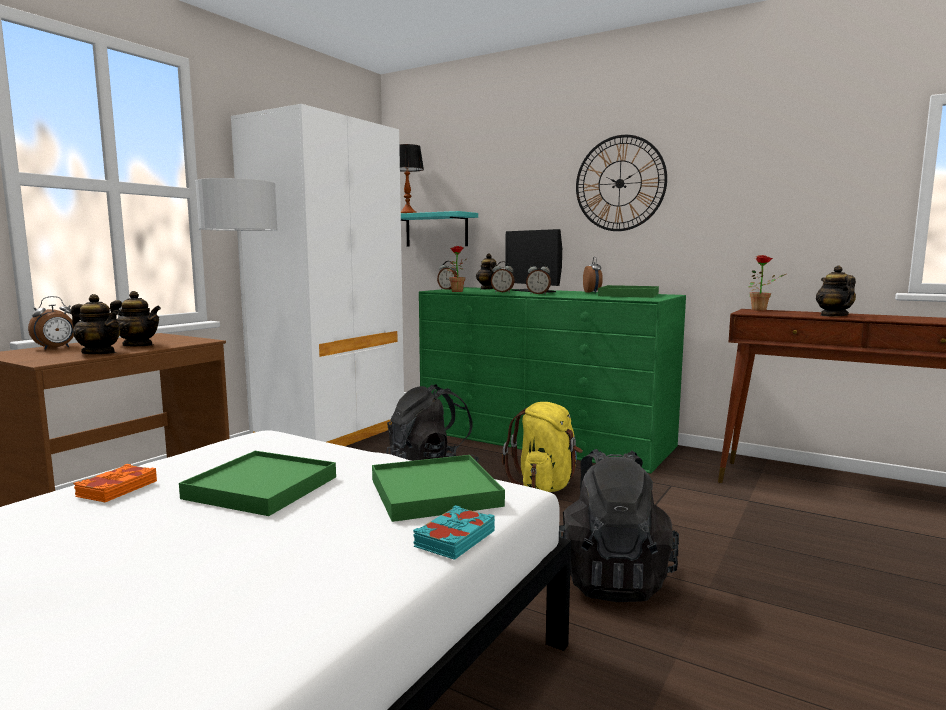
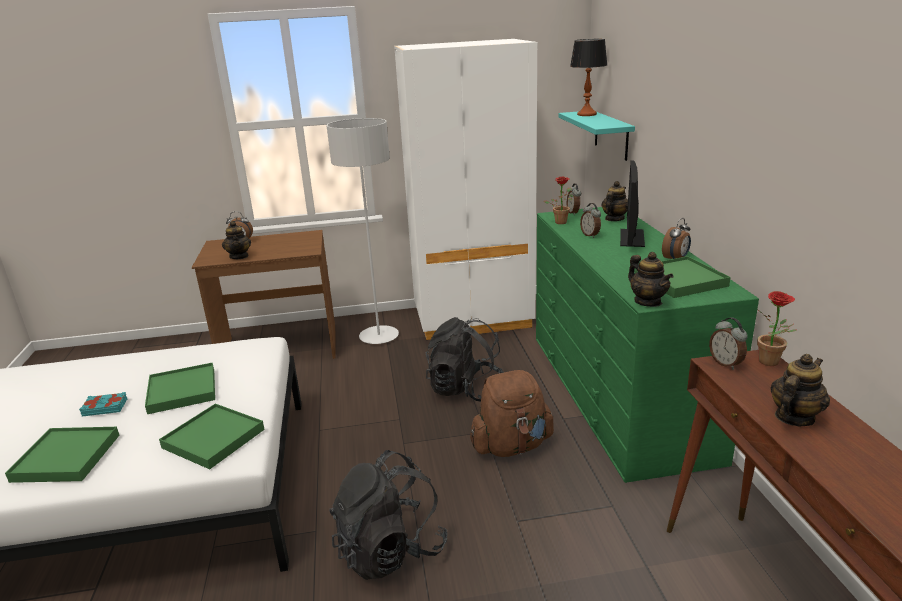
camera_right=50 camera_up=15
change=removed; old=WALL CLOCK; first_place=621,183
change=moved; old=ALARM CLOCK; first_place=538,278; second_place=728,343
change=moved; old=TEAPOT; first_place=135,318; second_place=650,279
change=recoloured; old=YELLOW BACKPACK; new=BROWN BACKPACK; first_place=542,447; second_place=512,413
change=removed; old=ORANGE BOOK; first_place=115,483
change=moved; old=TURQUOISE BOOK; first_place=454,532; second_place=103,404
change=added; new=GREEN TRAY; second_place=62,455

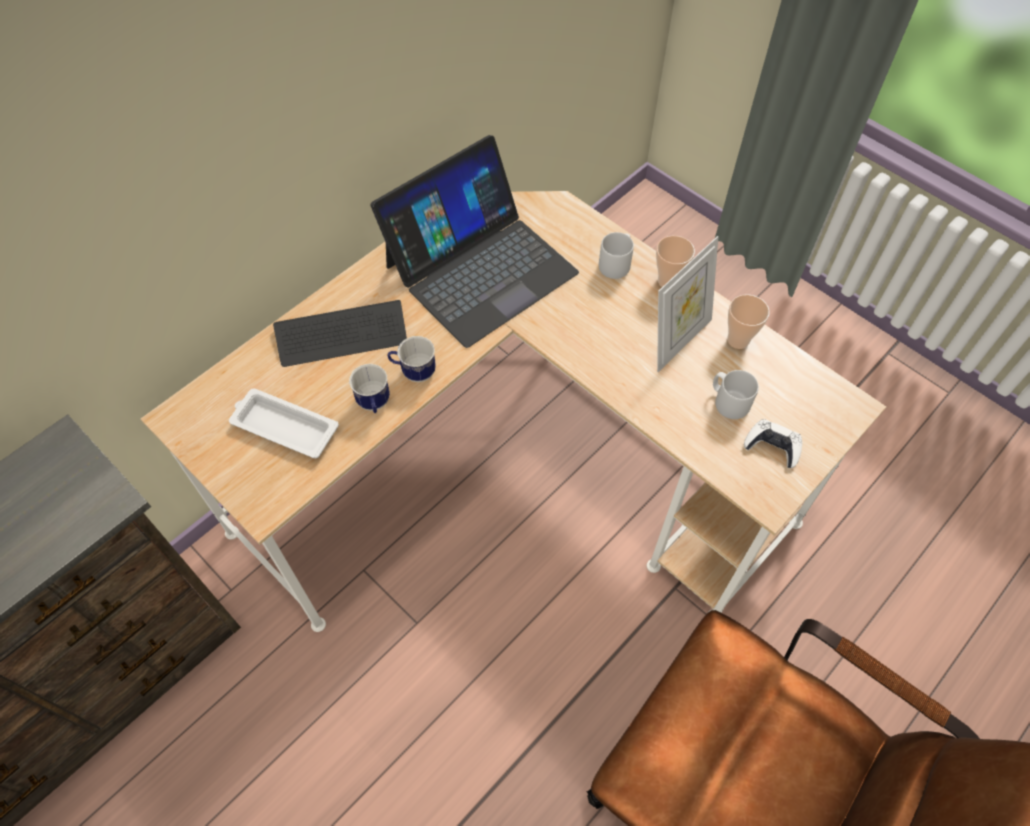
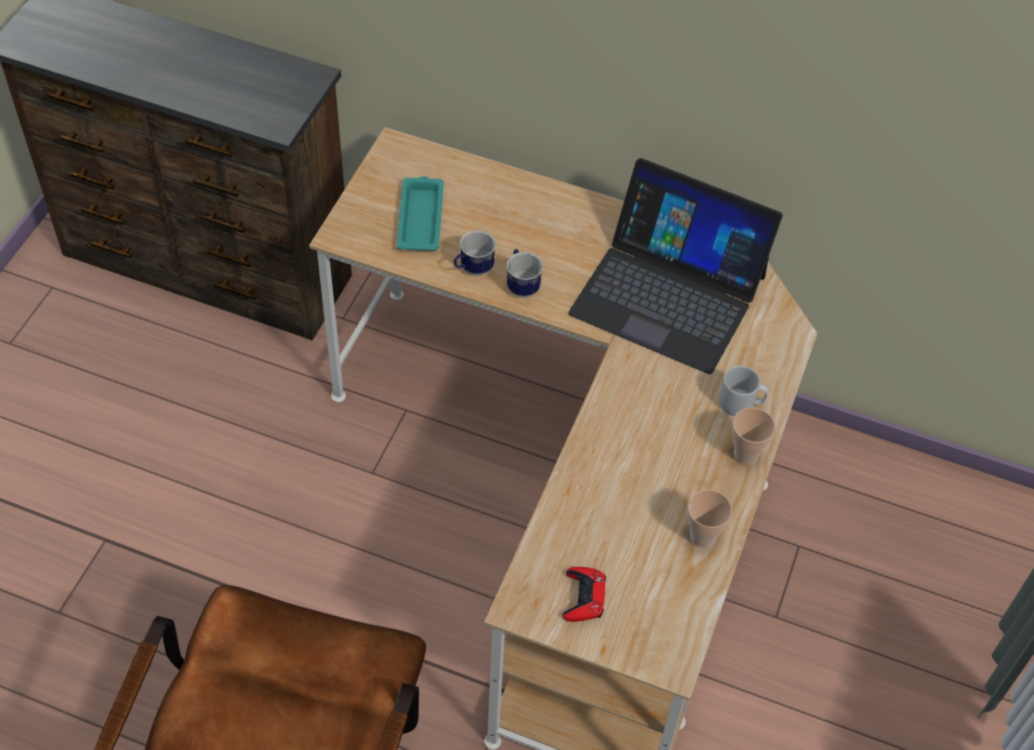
camera_right=65 camera_up=-5
change=removed; old=PICTURE FRAME; first_place=688,304
change=removed; old=KEYBOARD; first_place=340,333
change=removed; old=GREY MUG; first_place=736,394
change=recoloured; old=WHITE TRAY; new=TURQUOISE TRAY; first_place=284,423; second_place=420,213
change=recoloured; old=WHITE GAME CONTROLLER; new=RED GAME CONTROLLER; first_place=773,443; second_place=584,594

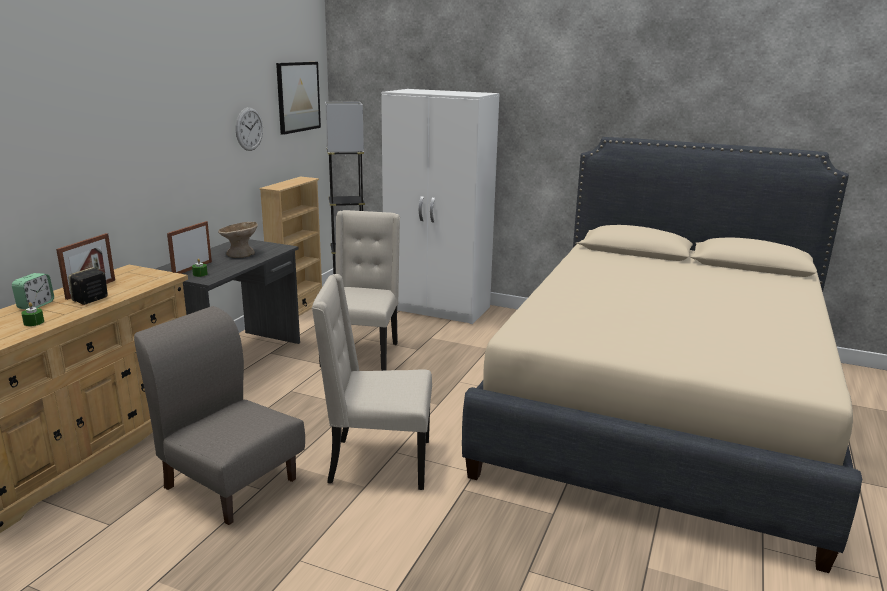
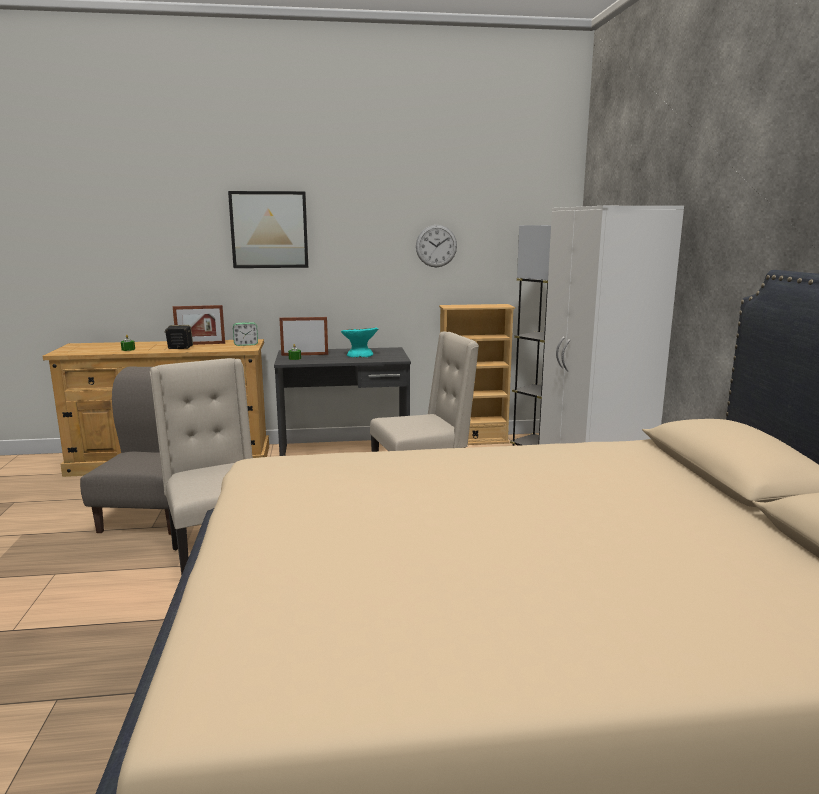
camera_right=60 camera_up=-5
change=moved; old=PICTURE; first_place=298,98; second_place=268,229
change=recoloured; old=BEIGE BOWL; new=TURQUOISE BOWL; first_place=238,240; second_place=359,343
change=moved; old=ALARM CLOCK; first_place=33,291; second_place=245,334

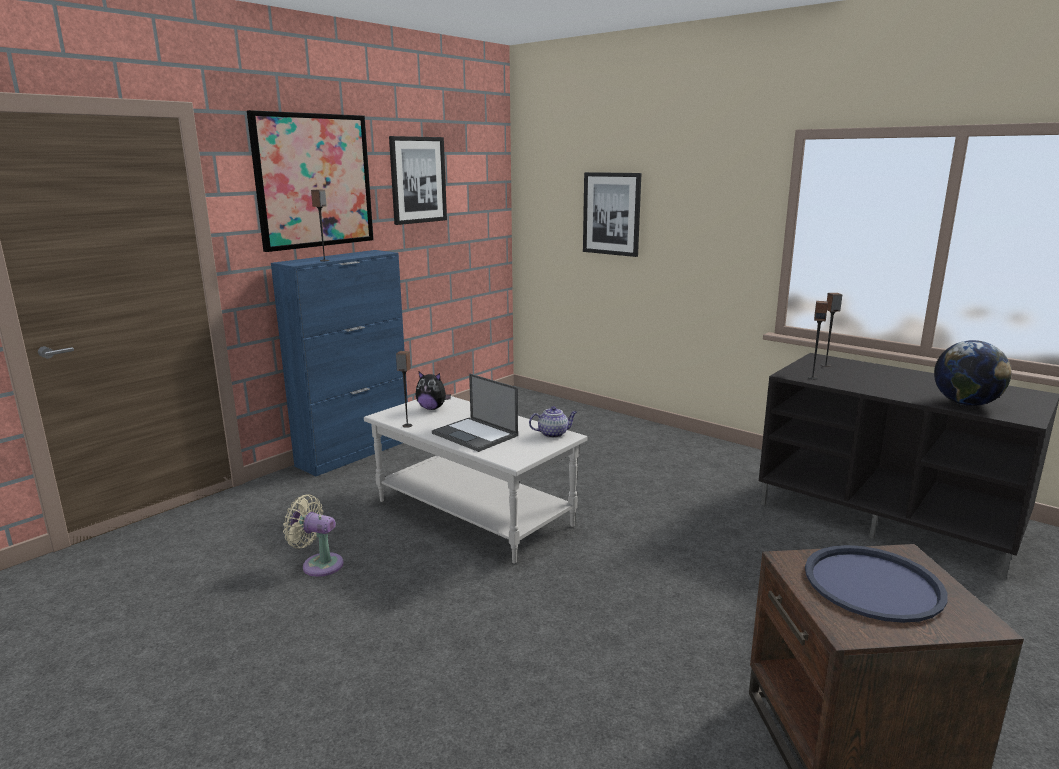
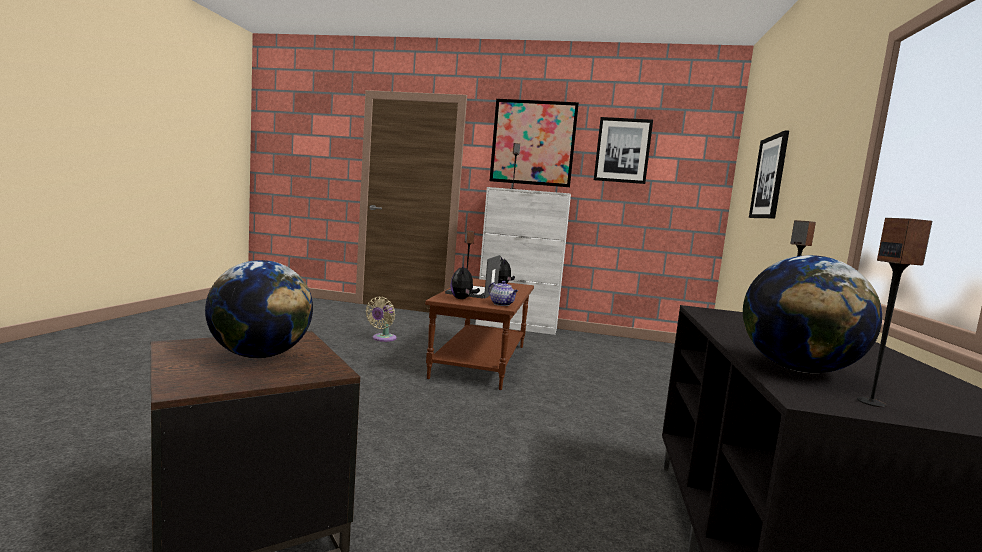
camera_right=60 camera_up=-10
change=recoloured; old=BLUE CABINET; new=WHITE CABINET; first_place=339,363; second_place=523,261
change=moved; old=SPEAKER; first_place=817,340; second_place=894,312
change=recoloured; old=WHITE COFFEE TABLE; new=BROWN COFFEE TABLE; first_place=476,480; second_place=479,334
change=turned; old=BEIGE FAN; first_place=313,535; second_place=381,319; degrees=-150
change=replaced; old=BLUE TRAY; new=GLOBE; first_place=876,584; second_place=259,309
change=added; new=PLUSH TOY; second_place=465,282

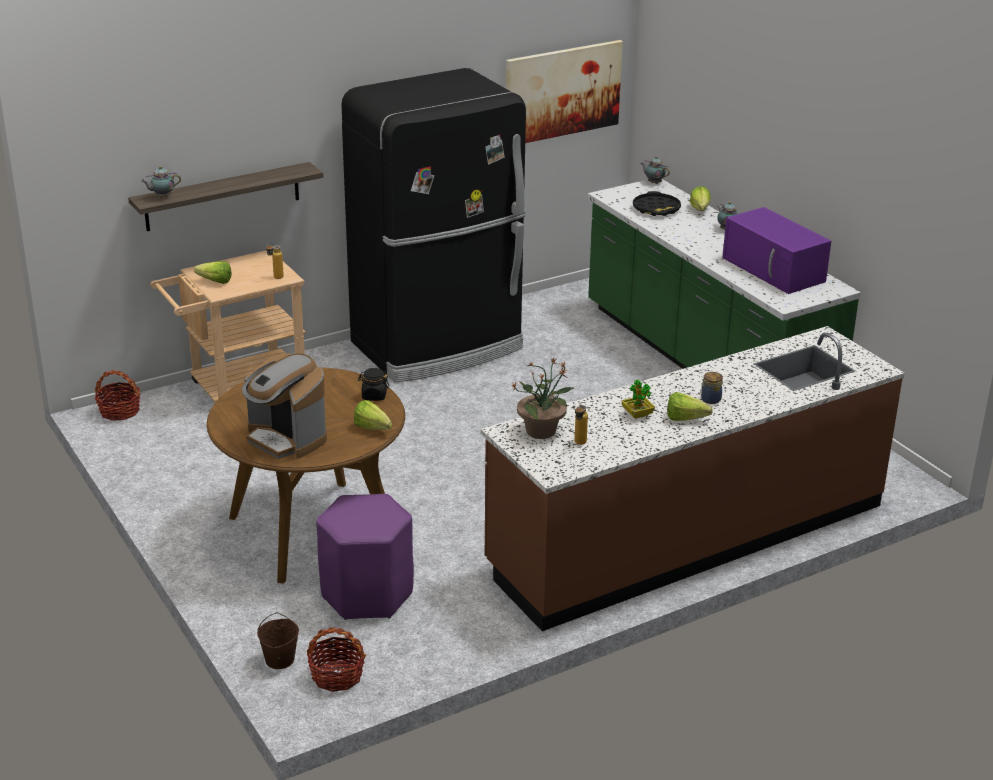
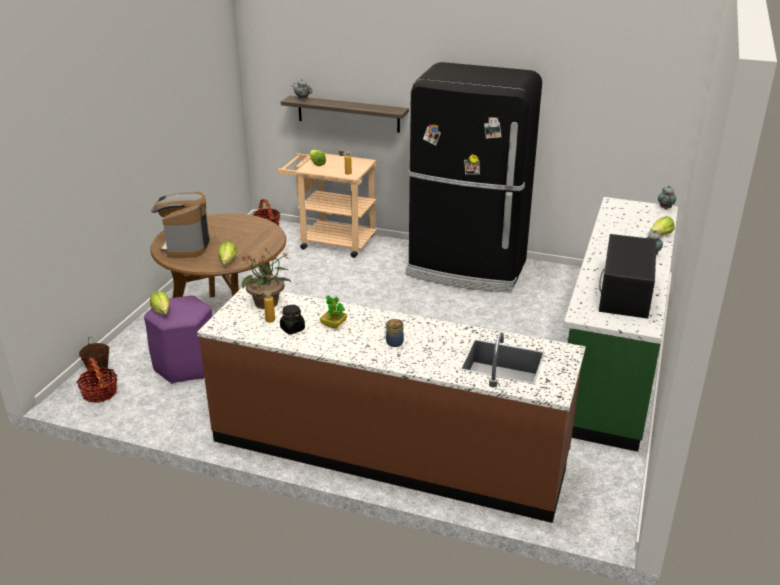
camera_right=50 camera_up=0
change=removed; old=PICTURE; first_place=564,91
change=removed; old=BLACK TRAY; first_place=657,203
change=recoloured; old=PURPLE MICROWAVE; new=BLACK MICROWAVE; first_place=776,250; second_place=628,276
change=moved; old=BLACK JAR; first_place=373,384; second_place=292,319
change=moved; old=LETTUCE; first_place=690,406; second_place=160,303

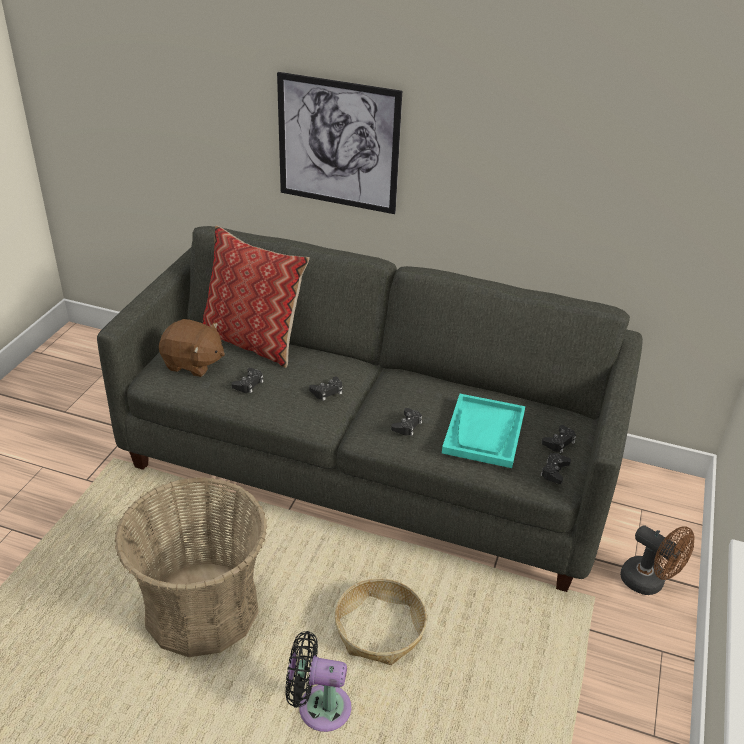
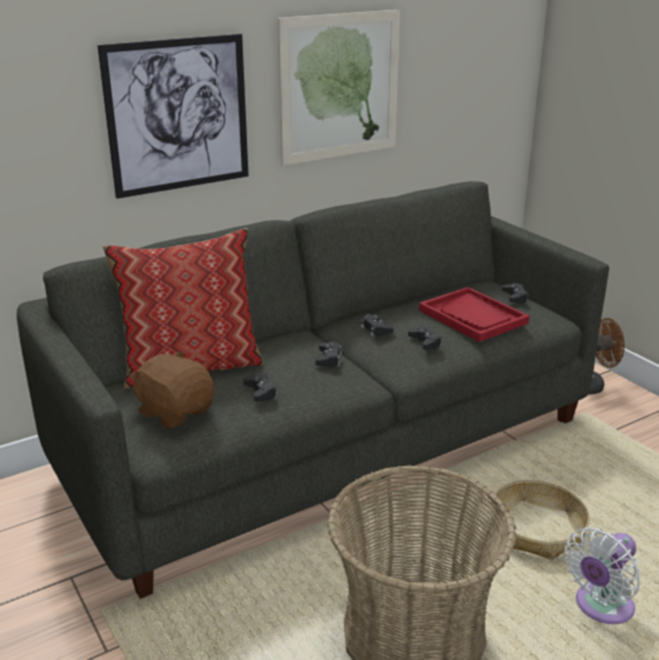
camera_right=-50 camera_up=-10
change=turned; old=BROWN PLUSH TOY; first_place=192,348; second_place=171,389; degrees=-105
change=recoloured; old=TURQUOISE TRAY; new=RED TRAY; first_place=483,431; second_place=474,314
change=moved; old=BLACK GAME CONTROLLER; first_place=555,468; second_place=377,325
change=recoloured; old=BLACK FAN; new=WHITE FAN; first_place=318,681; second_place=602,575
change=added; new=PICTURE; second_place=339,87

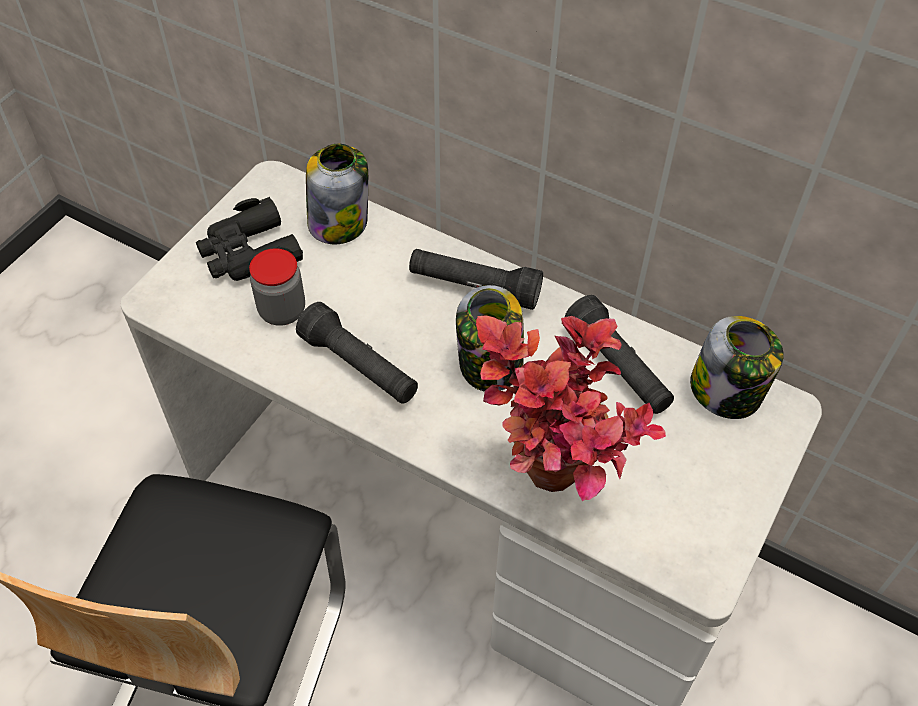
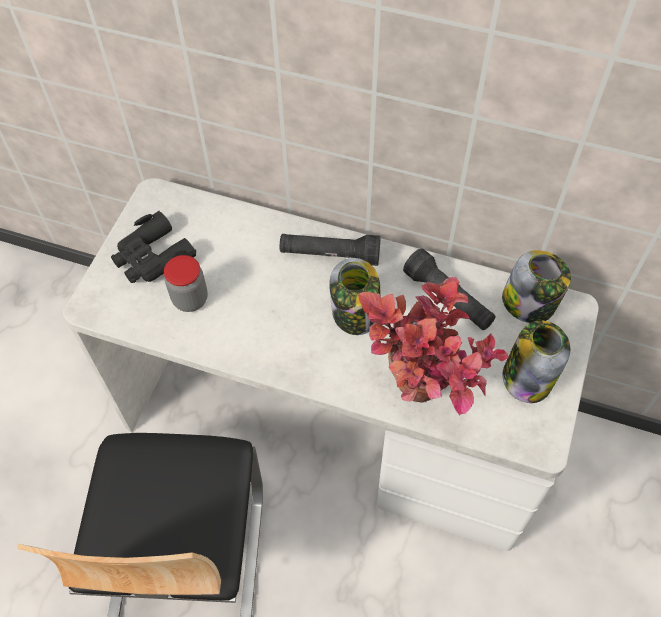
camera_right=-10 camera_up=5
change=moved; old=JAR; first_place=337,194; second_place=536,361
change=removed; old=BLACK FLASHLIGHT; first_place=357,353

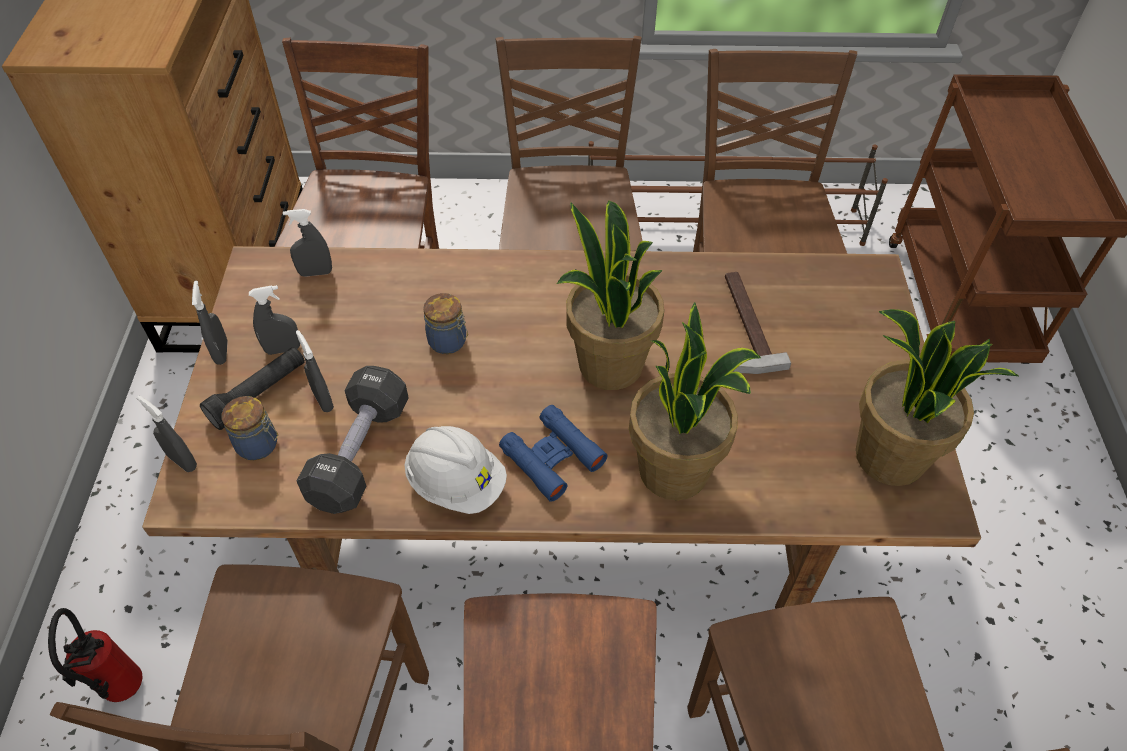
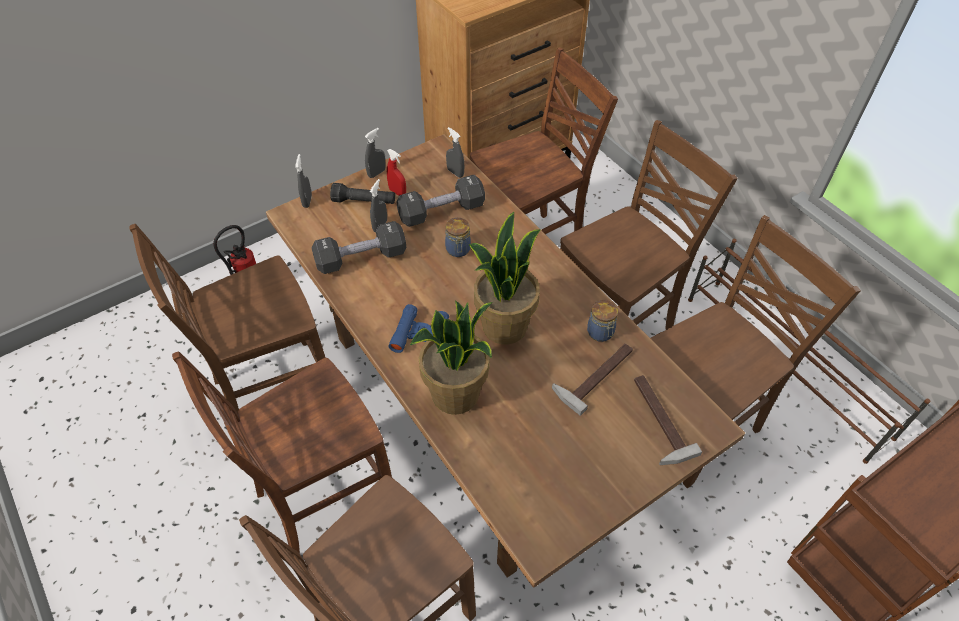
camera_right=55 camera_up=0
change=recoloured; old=GREY SPRAY BOTTLE; new=RED SPRAY BOTTLE; first_place=274,320; second_place=396,172
change=removed; old=POTTED PLANT; first_place=938,397
change=moved; old=JAR; first_place=250,428; second_place=602,321
change=removed; old=WHITE HARD HAT; first_place=455,470
change=added; new=BLACK DUMBBELL; second_place=440,201
change=added; new=HAMMER; second_place=668,420

